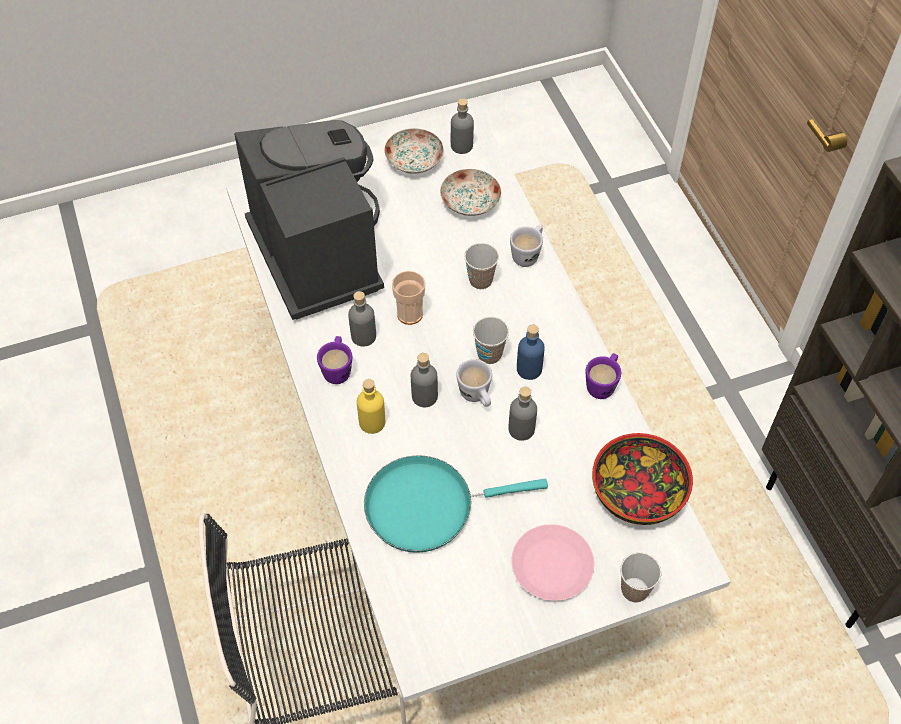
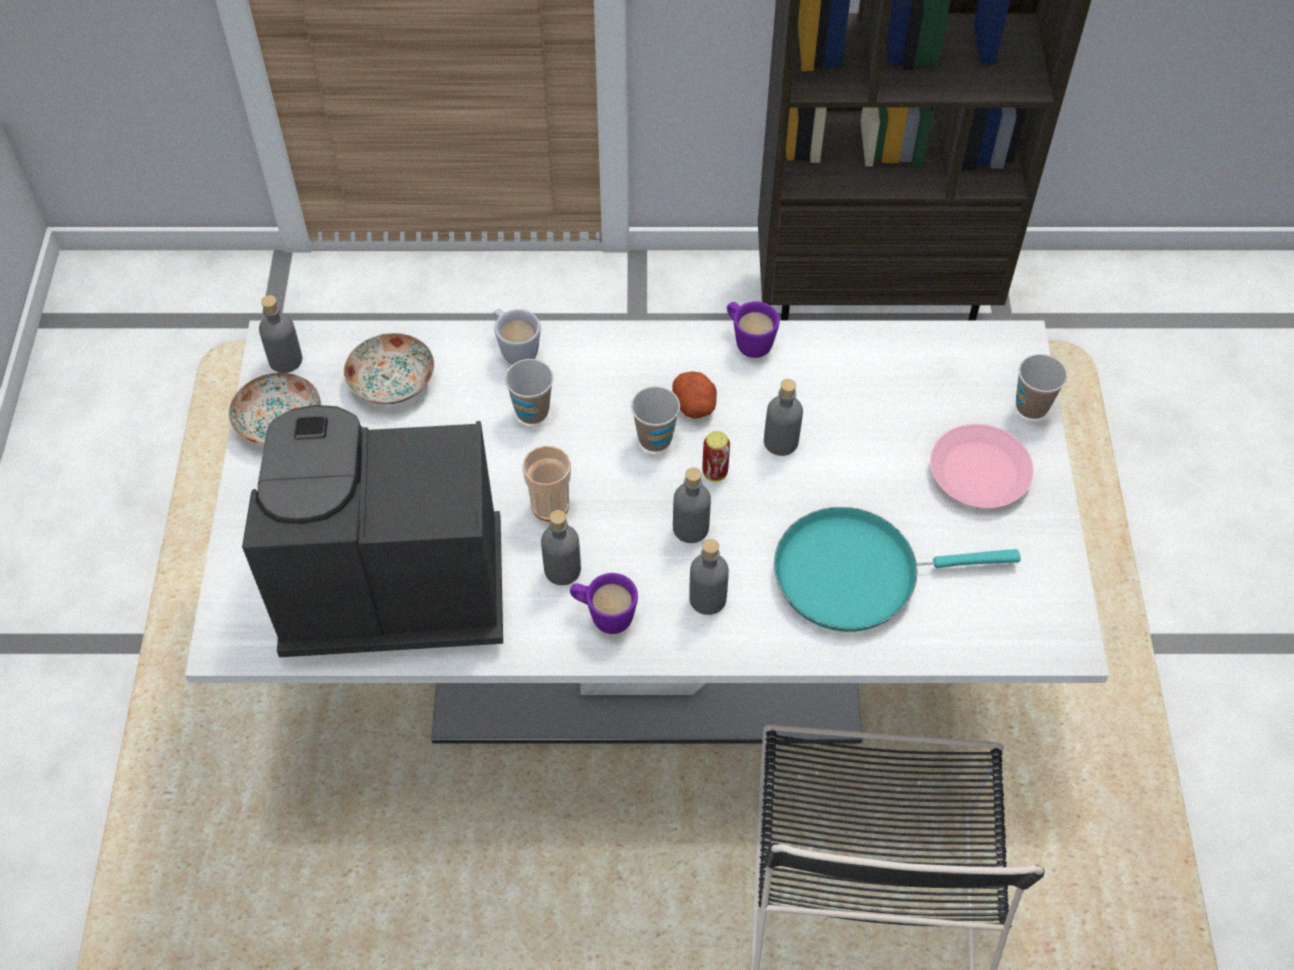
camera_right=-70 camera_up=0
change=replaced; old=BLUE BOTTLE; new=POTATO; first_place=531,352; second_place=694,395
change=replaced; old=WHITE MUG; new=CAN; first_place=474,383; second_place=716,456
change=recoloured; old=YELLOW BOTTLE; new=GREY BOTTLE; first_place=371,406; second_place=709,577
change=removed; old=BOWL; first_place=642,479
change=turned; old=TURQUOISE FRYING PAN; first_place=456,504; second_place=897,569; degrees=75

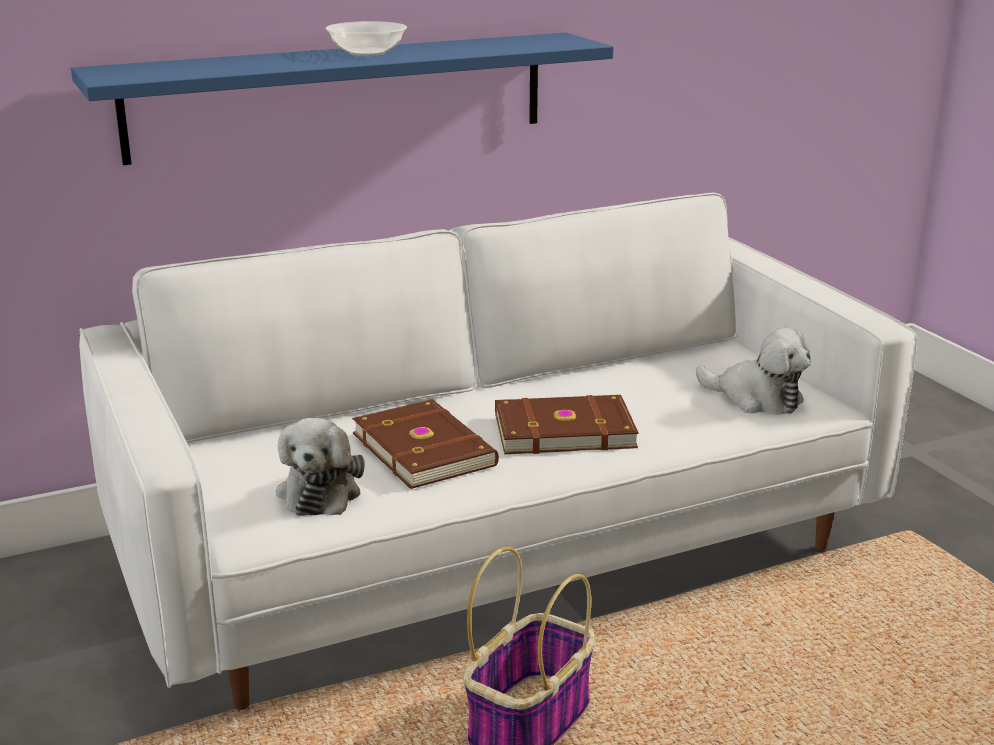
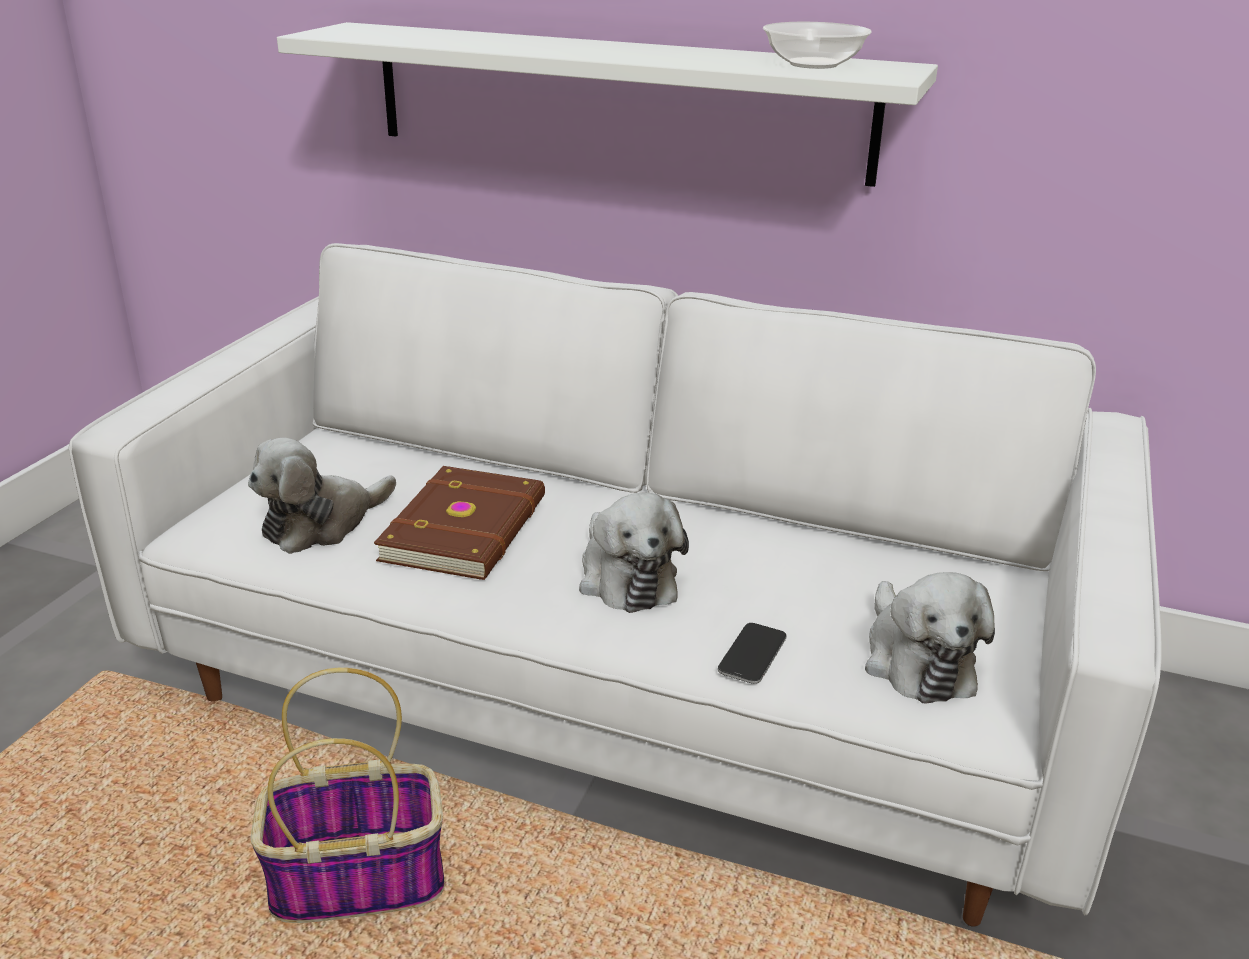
camera_right=45 camera_up=5
change=moved; old=BOWL; first_place=366,38; second_place=817,45
change=recoloured; old=BLUE SHELF; new=WHITE SHELF; first_place=342,99; second_place=607,104
change=replaced; old=BROWN BOOK; new=PLUSH TOY; first_place=567,424; second_place=634,552
change=added; new=PHONE; second_place=752,653

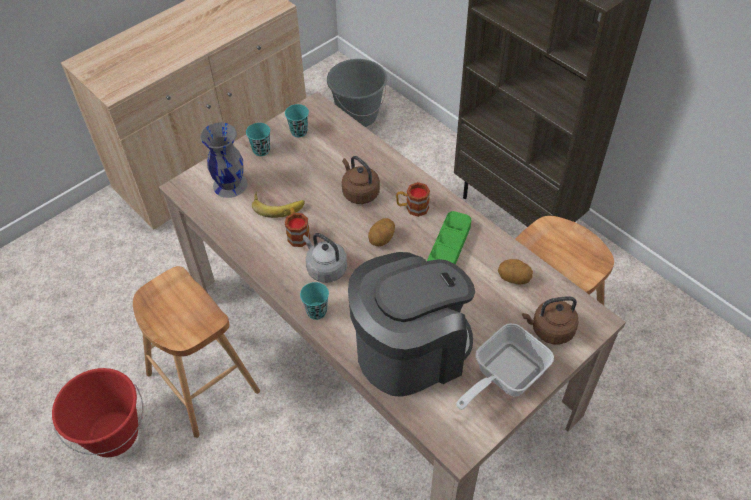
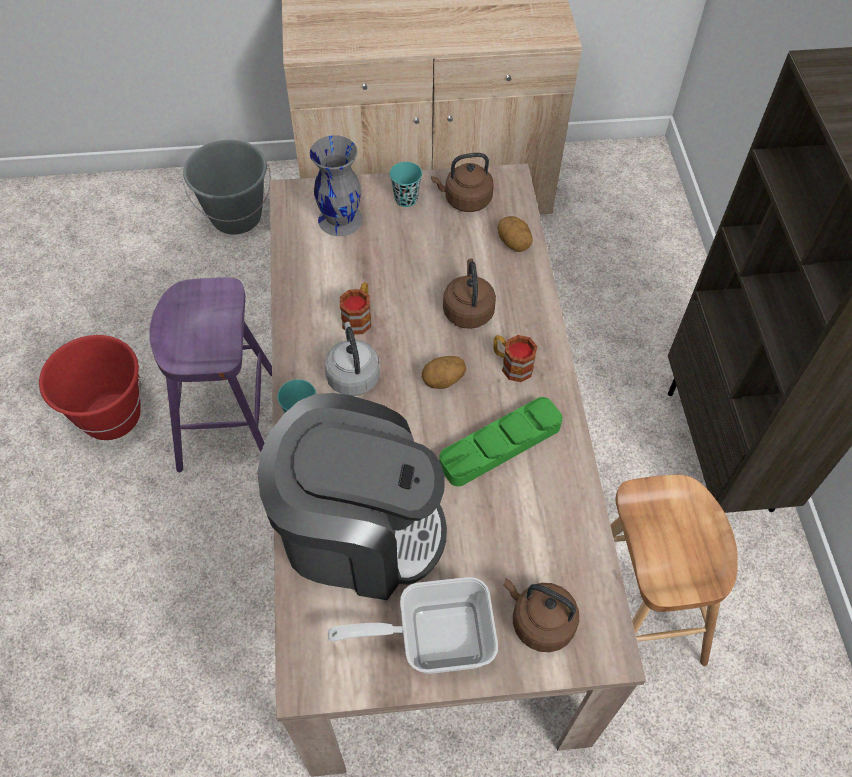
camera_right=35 camera_up=5
change=moved; old=GREY BUCKET; first_place=357,93; second_place=226,187
change=replaced; old=TURQUOISE CUP; new=BROWN KETTLE; first_place=297,120; second_place=462,182
change=removed; old=BANANA; first_place=278,205
change=moved; old=POTATO; first_place=515,271; second_place=515,234
change=recoloured; old=BROWN STOOL; new=PURPLE STOOL; first_place=196,352; second_place=210,374

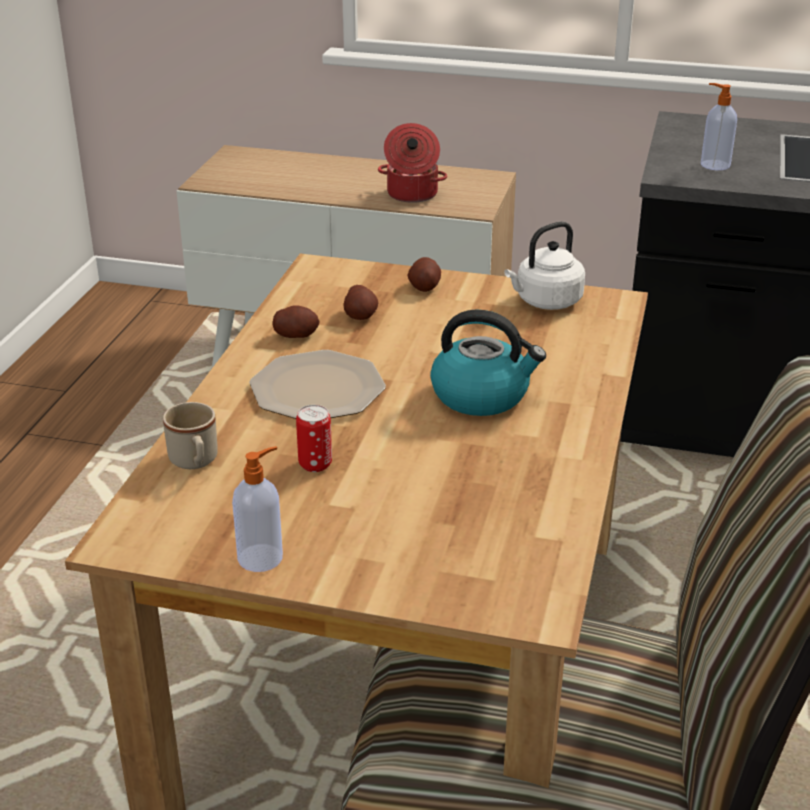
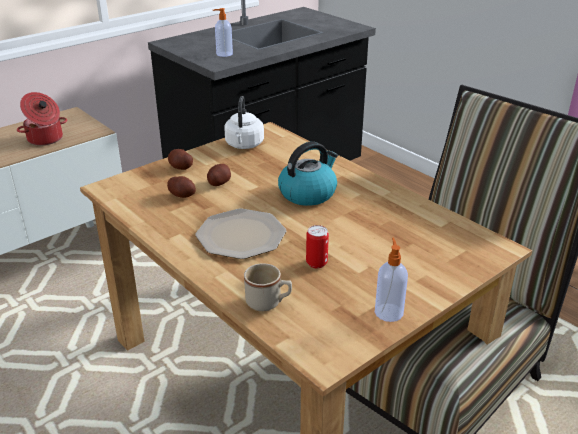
camera_right=-55 camera_up=0
change=moved; old=POTATO; first_place=296,321; second_place=219,175

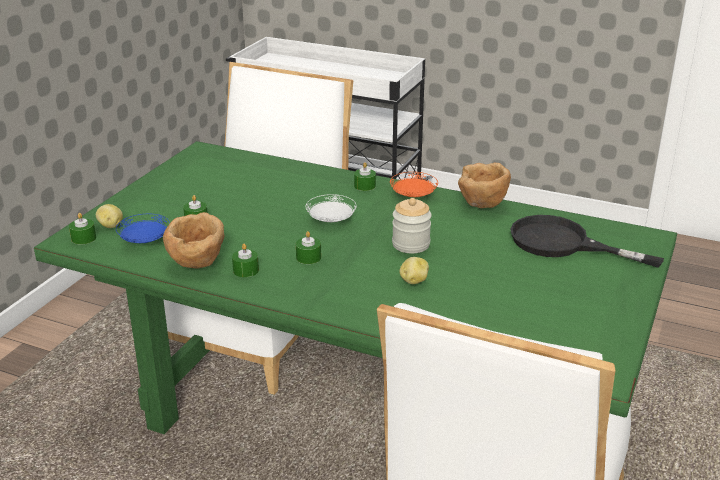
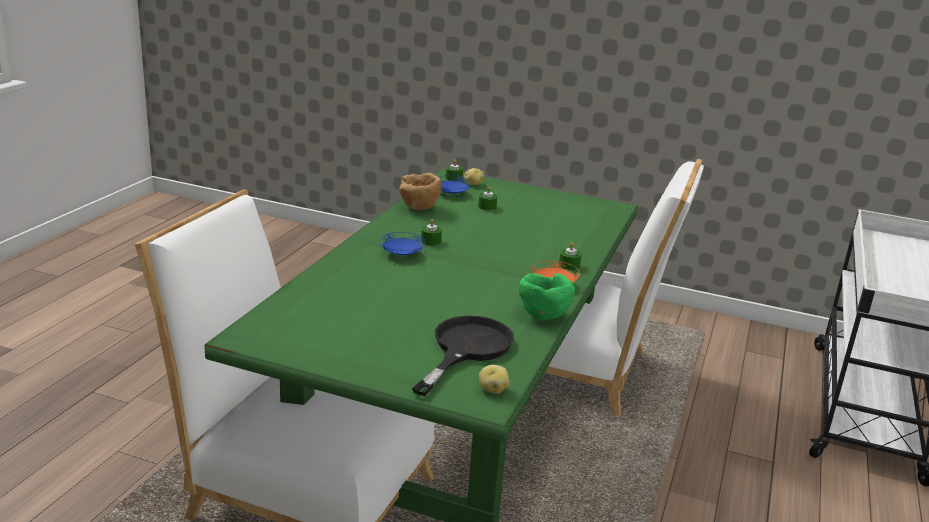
camera_right=85 camera_up=-5
change=recoloured; old=BROWN BOWL; new=GREEN BOWL; first_place=484,185; second_place=547,297
change=removed; old=WHITE PLATE; first_place=331,208
change=removed; old=JAR; first_place=412,225
change=removed; old=GREEN CANDLE; first_place=245,260
change=moved; old=POTATO; first_place=414,270; second_place=494,379
change=added; new=BLUE PLATE; second_place=402,243

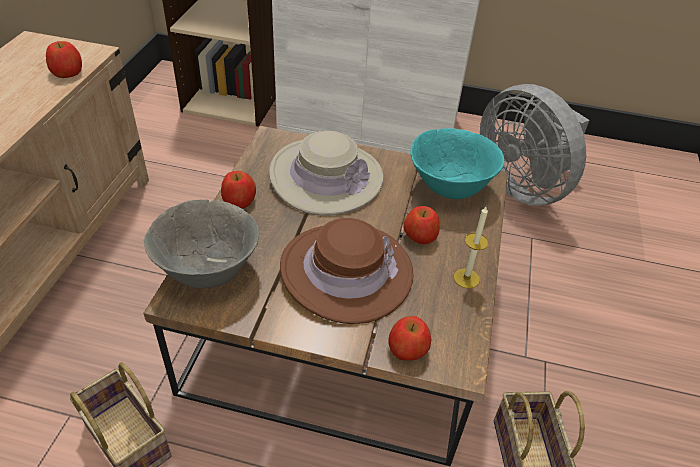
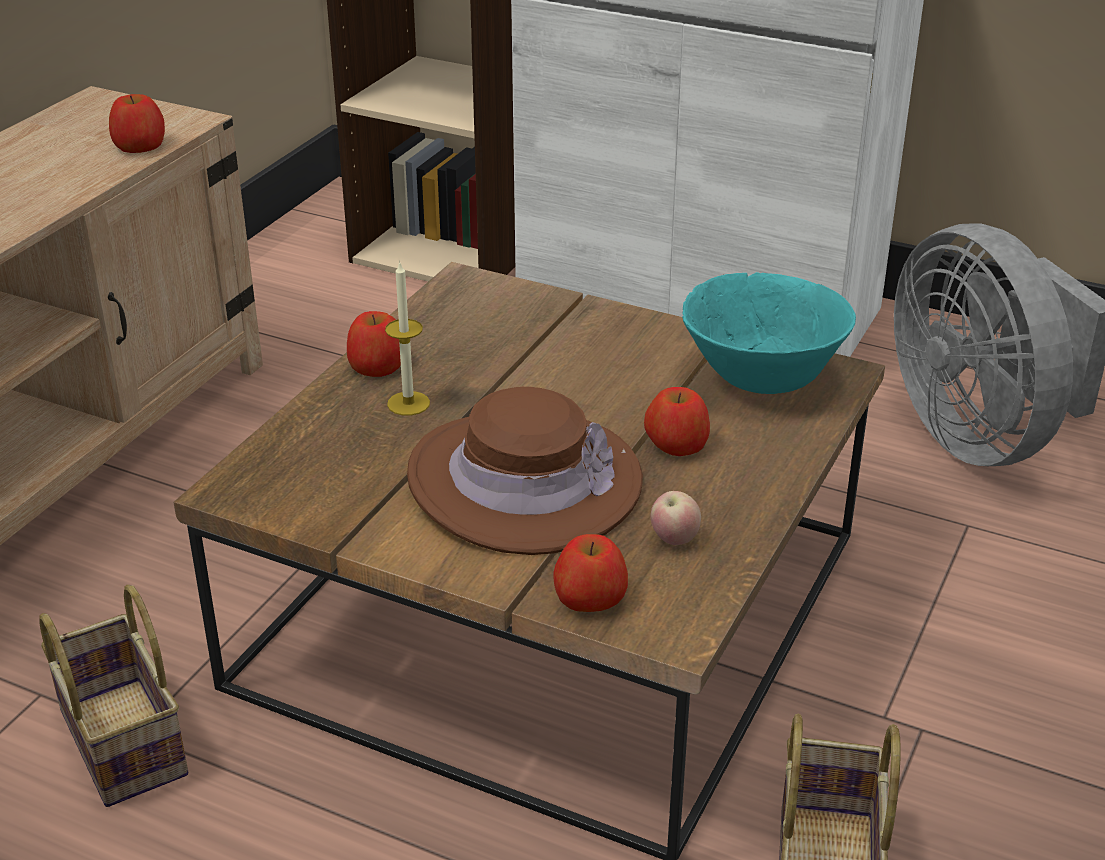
camera_right=15 camera_up=-10
change=removed; old=BEIGE HAT; first_place=326,173
change=removed; old=GREY BOWL; first_place=201,243
change=moved; old=CANDLE; first_place=471,248; second_place=407,338
change=added; new=APPLE; second_place=676,518

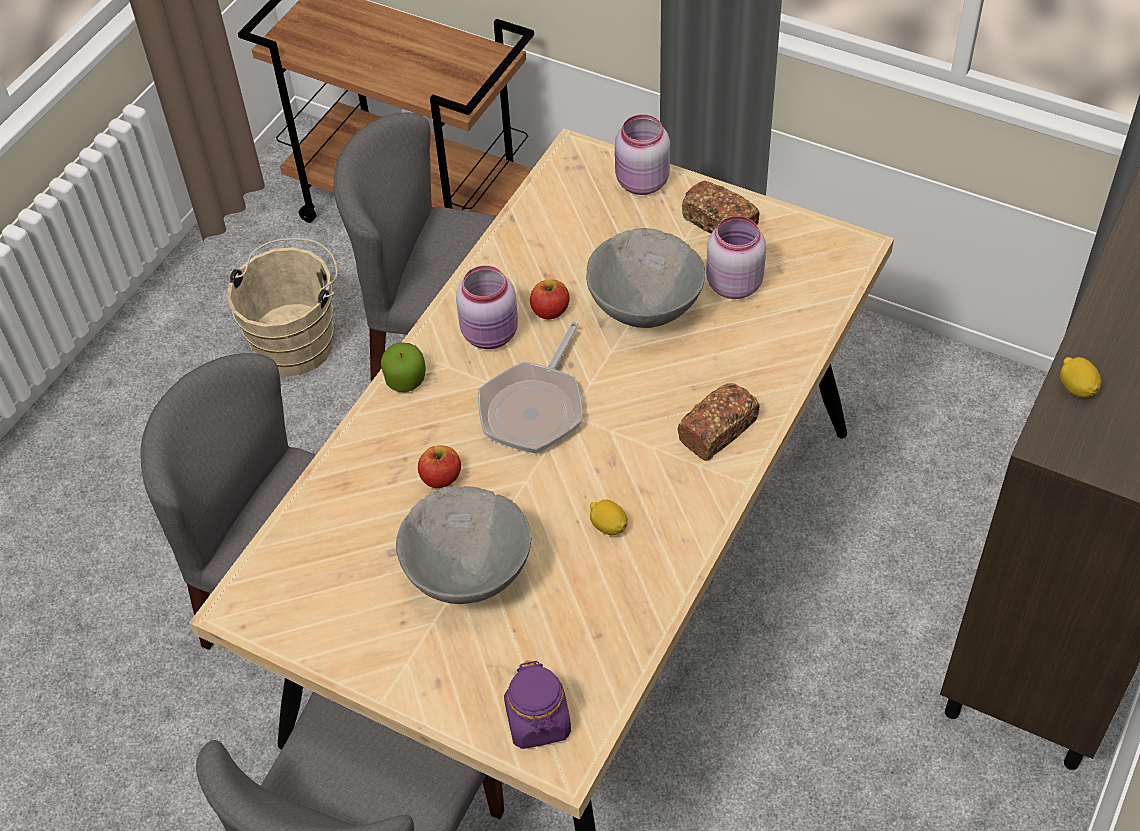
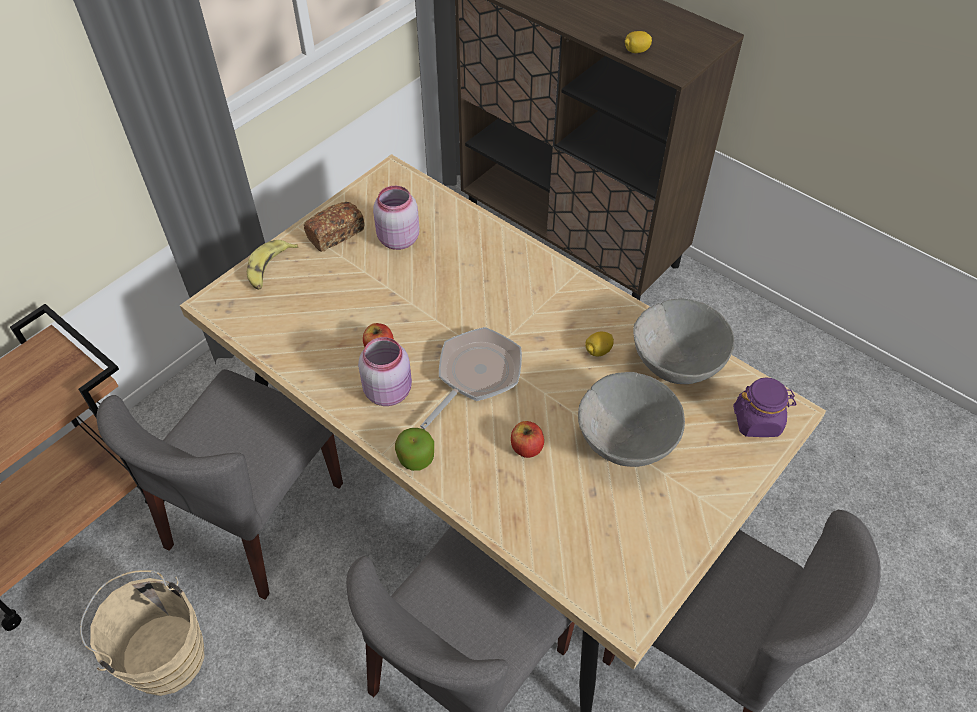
camera_right=-80 camera_up=0
change=replaced; old=PINK JAR; new=BANANA; first_place=642,154; second_place=272,265
change=moved; old=GREY BOWL; first_place=645,278; second_place=684,341
change=turned; old=FRYING PAN; first_place=530,387; second_place=471,378; degrees=-90
change=removed; old=BREAD; first_place=718,422

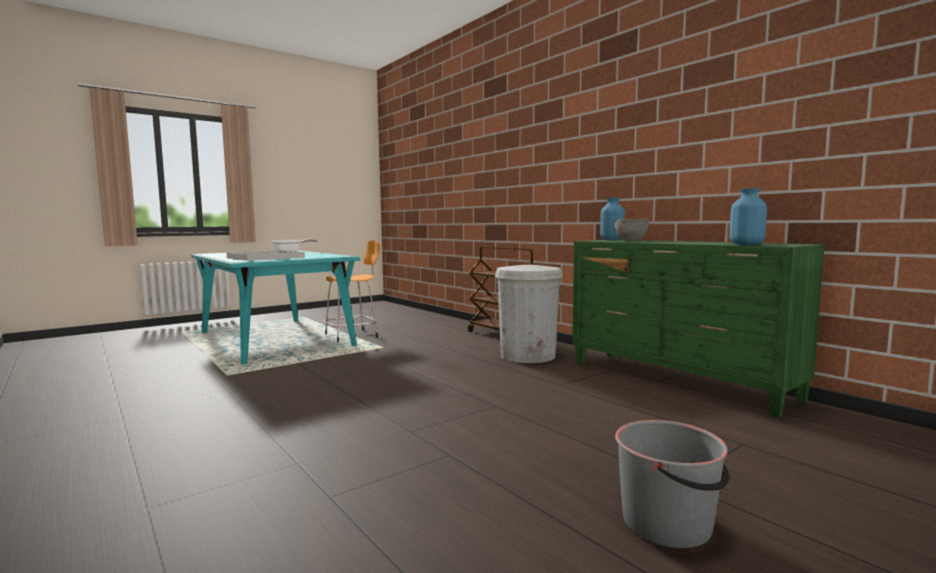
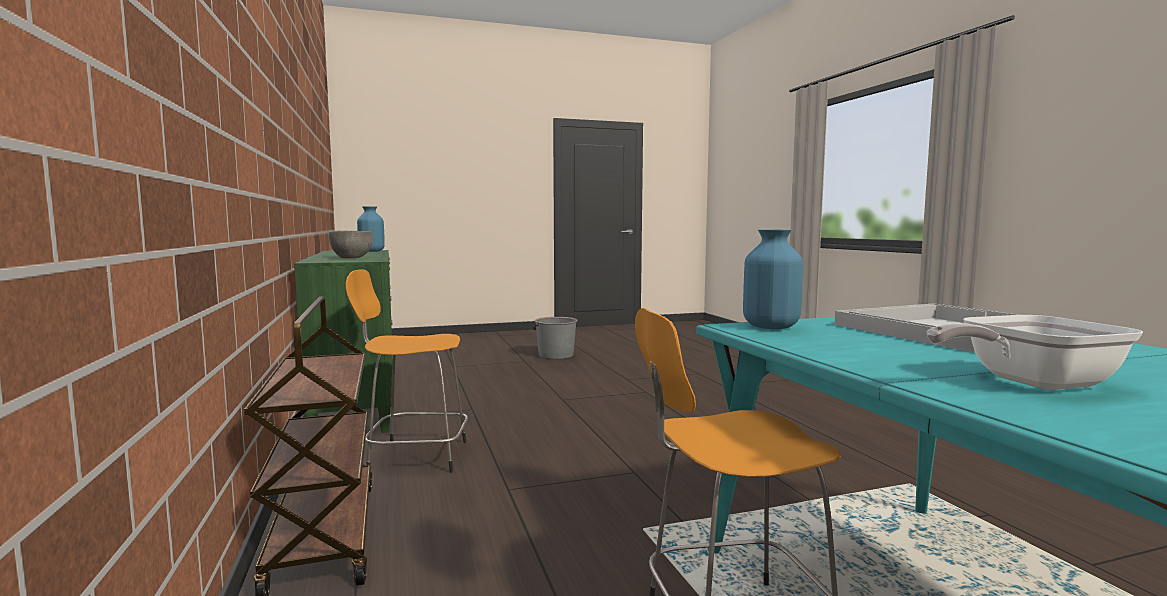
camera_right=-160 camera_up=0
change=moved; old=BLUE VASE; first_place=612,219; second_place=773,279
change=replaced; old=WHITE TRASH CAN; new=ORANGE STOOL; first_place=529,314; second_place=407,371

